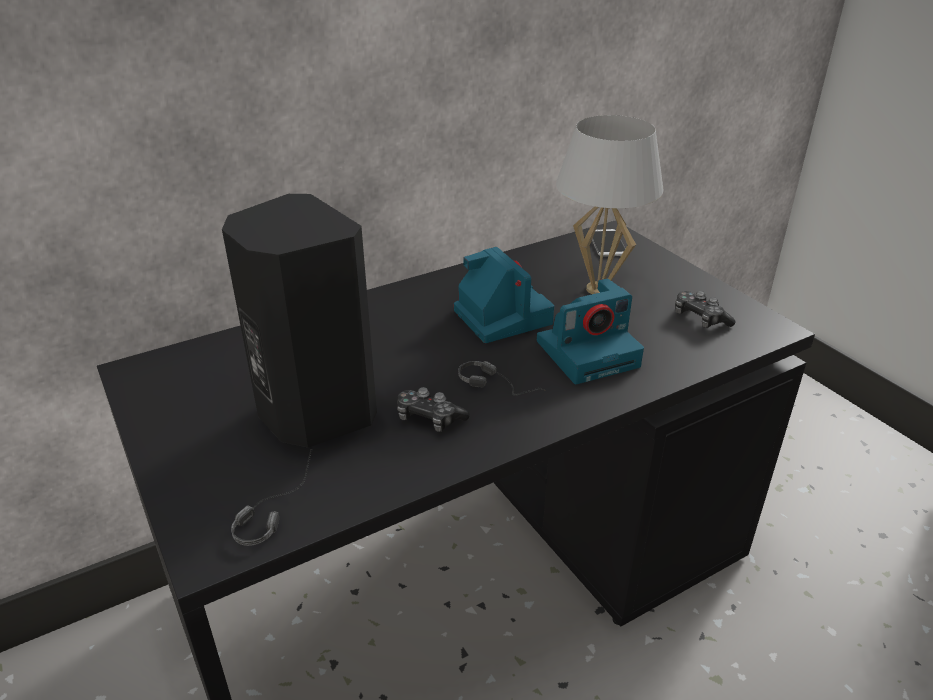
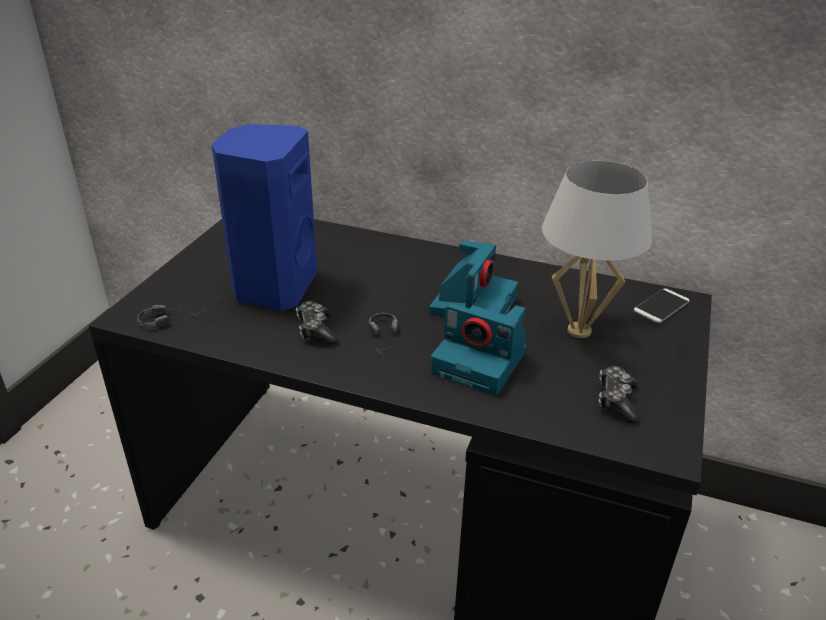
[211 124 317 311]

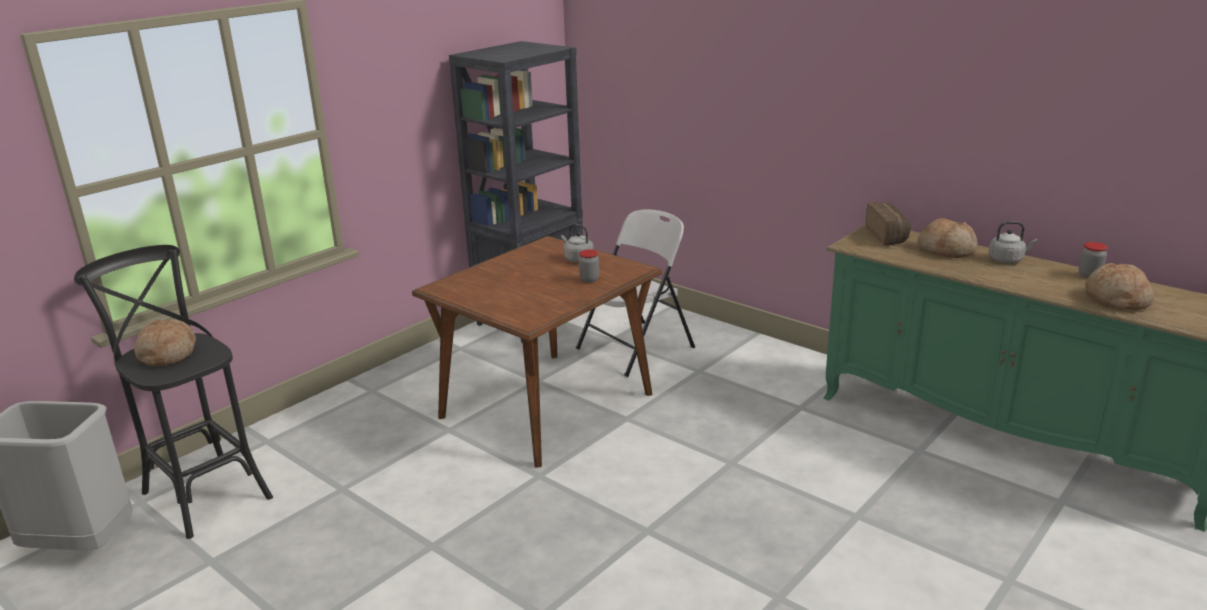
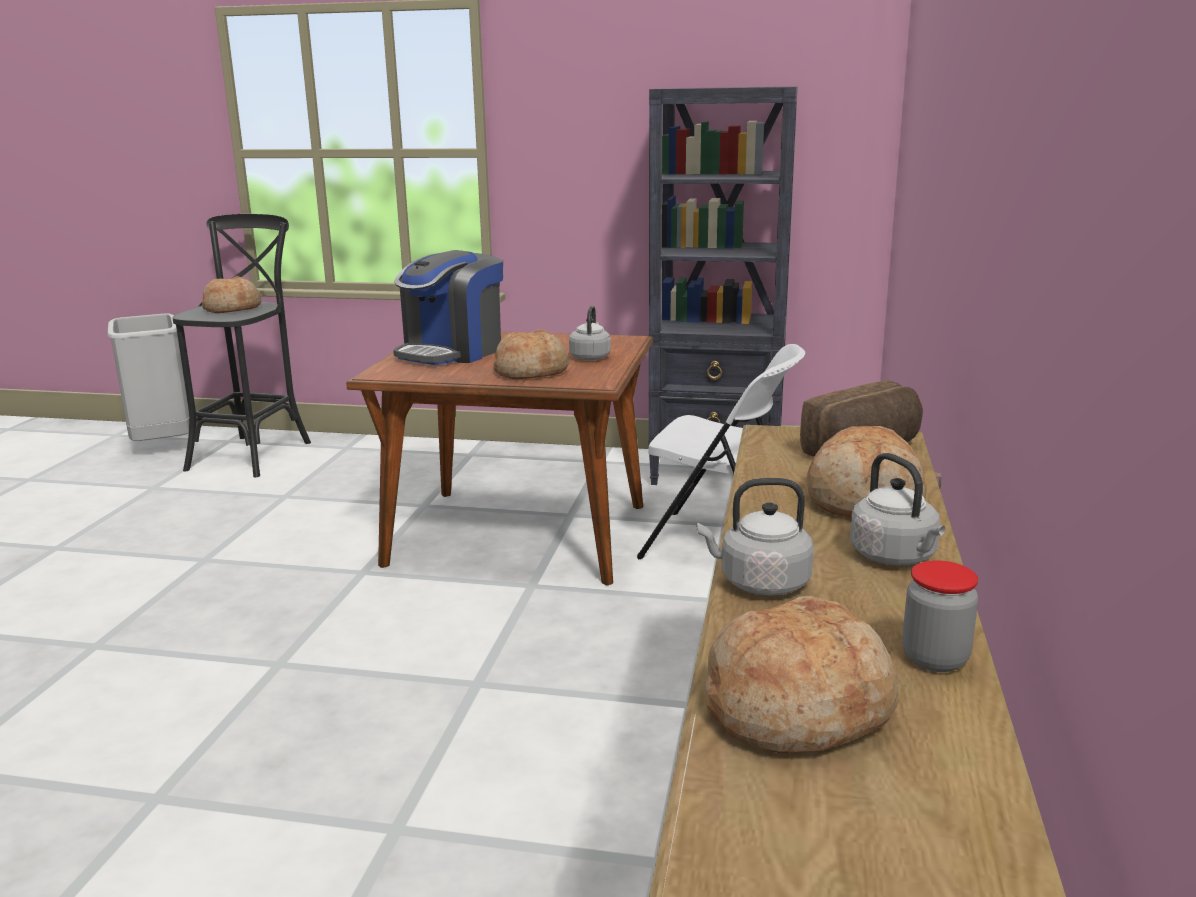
[494 329 569 379]
[393 250 503 365]
[696 478 814 596]

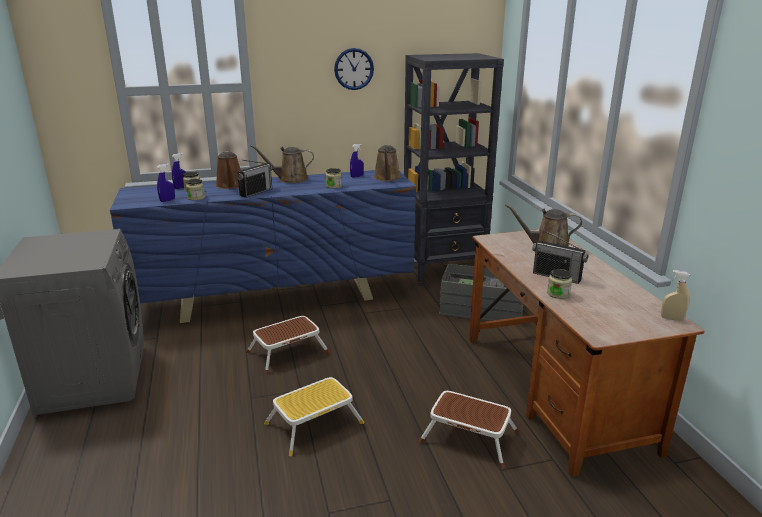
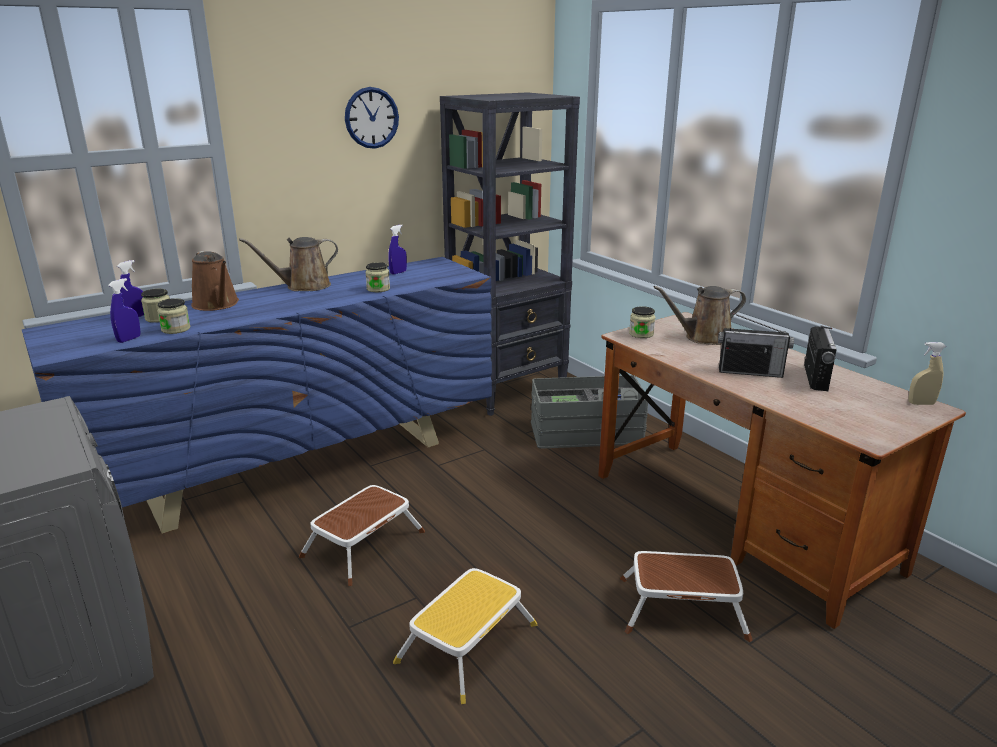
[804 326 837 391]
[374 145 401 181] (first image)
[629 306 655 338]

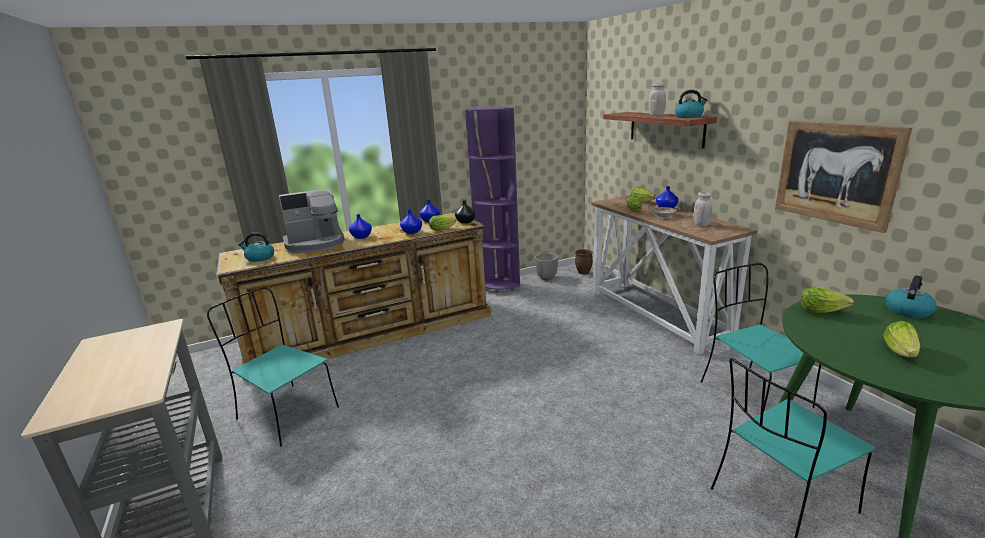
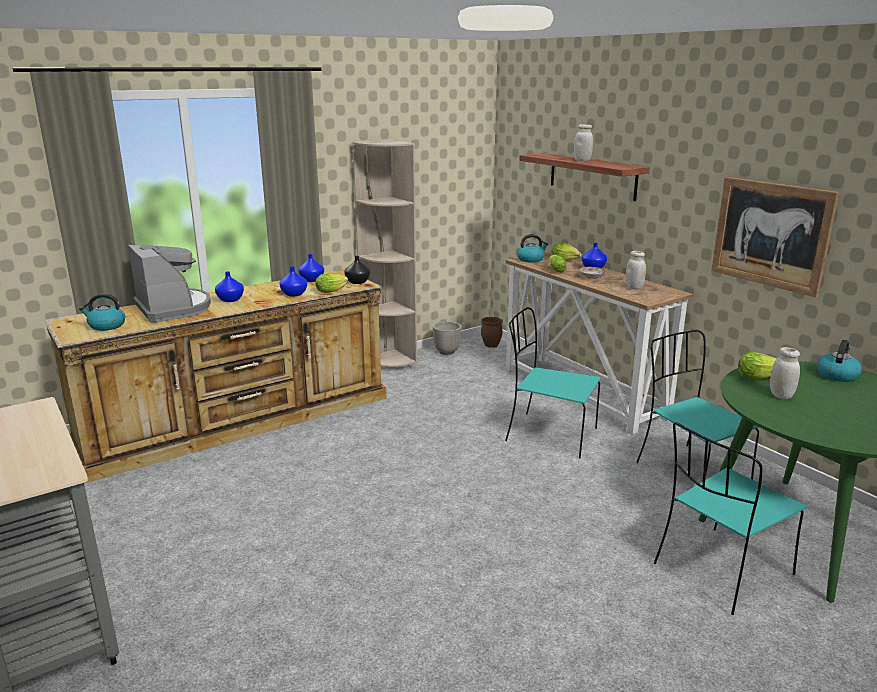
[505 307 601 459]
[128 245 211 323]
[353 140 417 370]
[517 234 548 263]
[883 321 920 357] (first image)
[770 347 800 399]

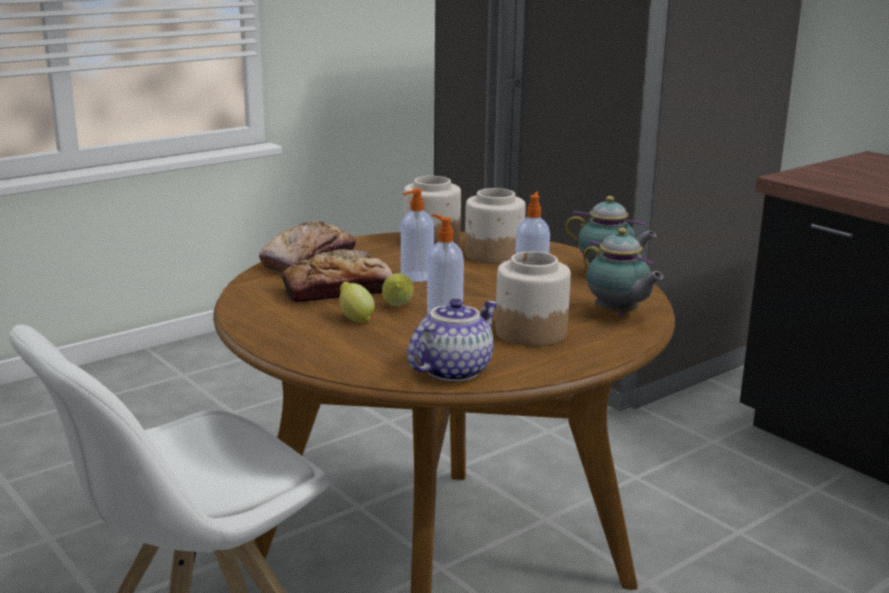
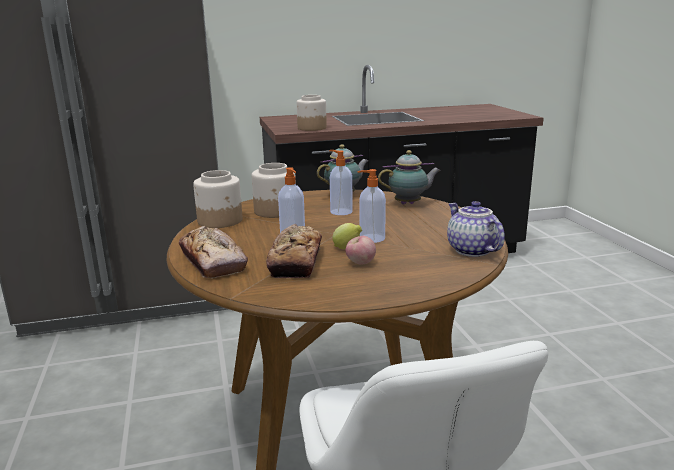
[345 236 376 265]
[297 95 327 131]

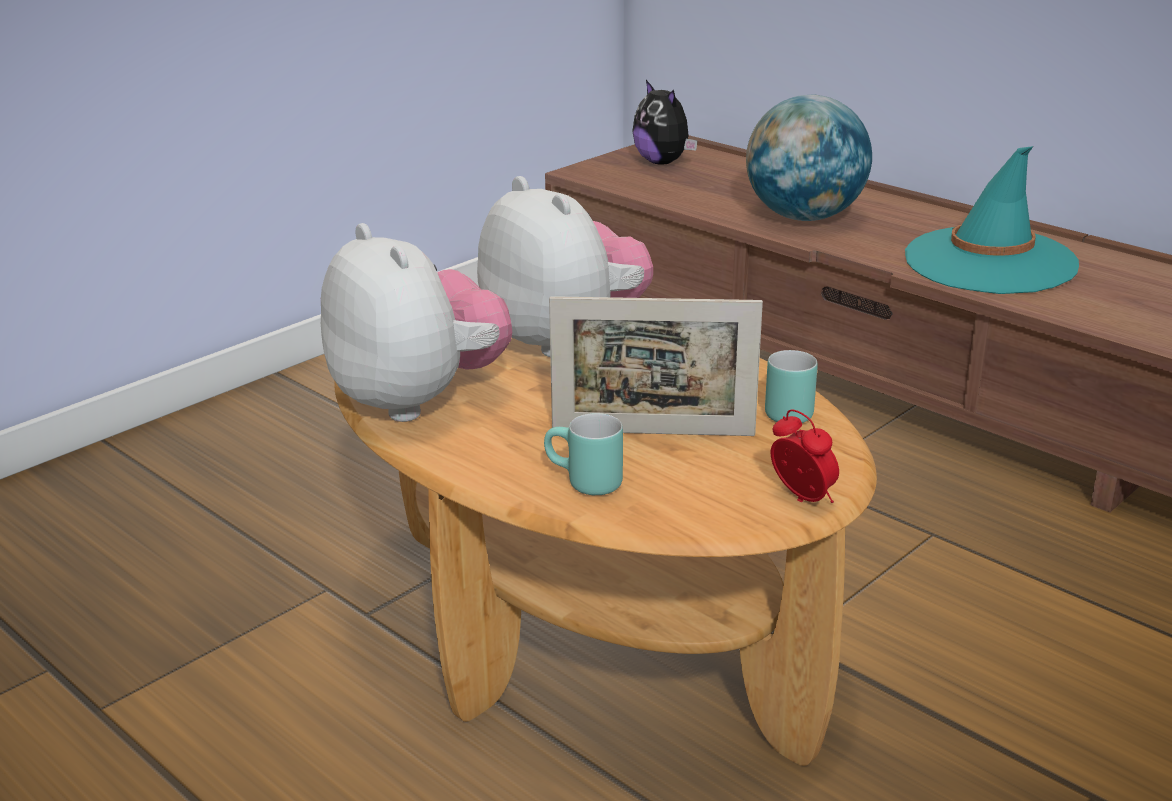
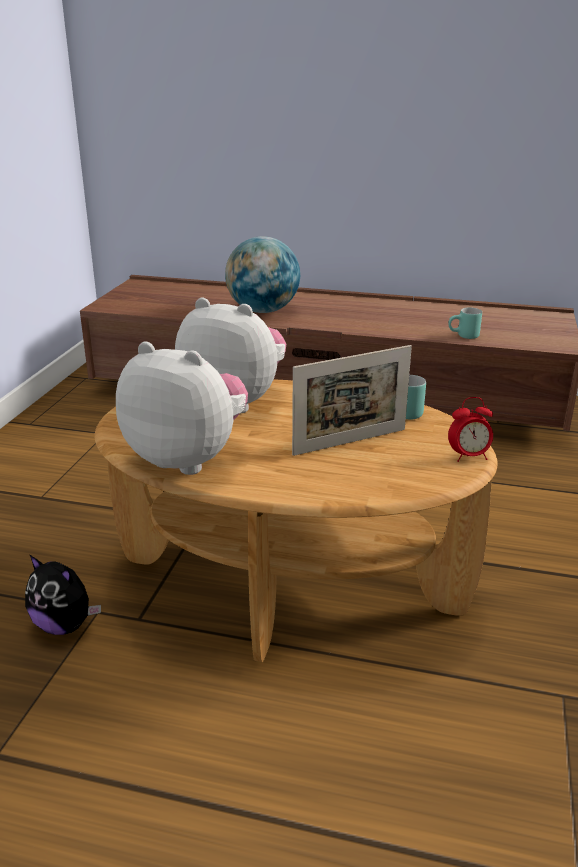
[448 308 482 339]
[25 555 101 635]
[448 397 493 462]
[905 146 1079 294] (first image)

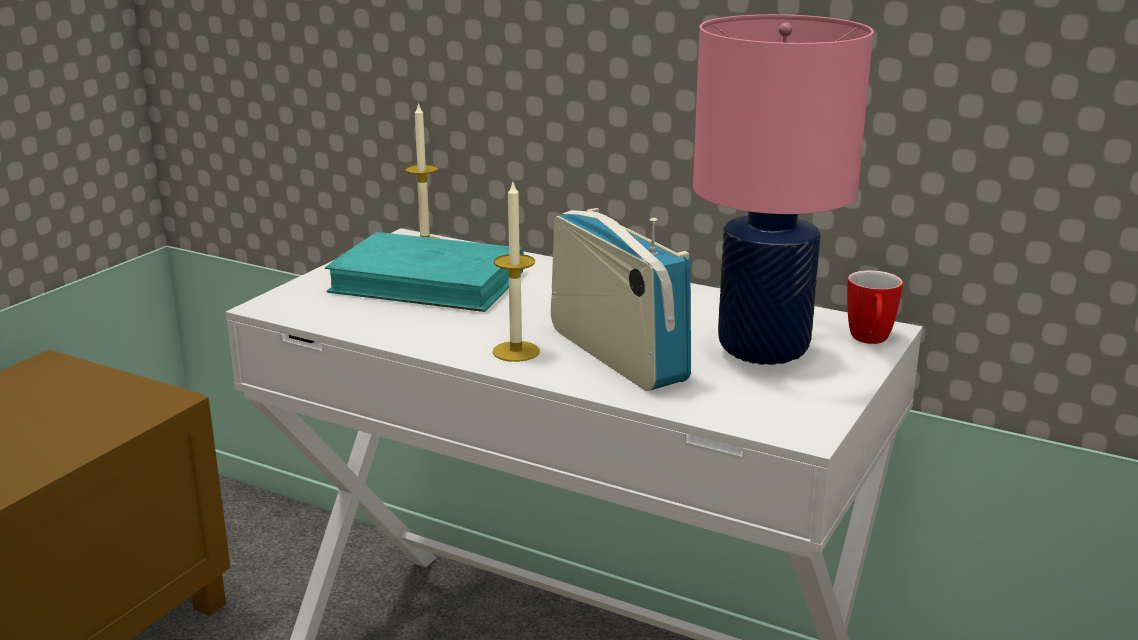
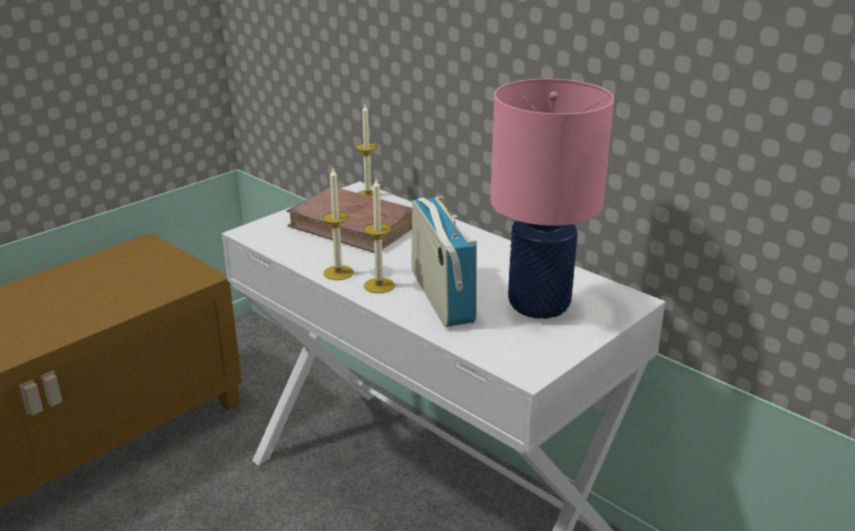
[286 187 412 253]
[847 270 903 344] (first image)
[322 169 354 280]

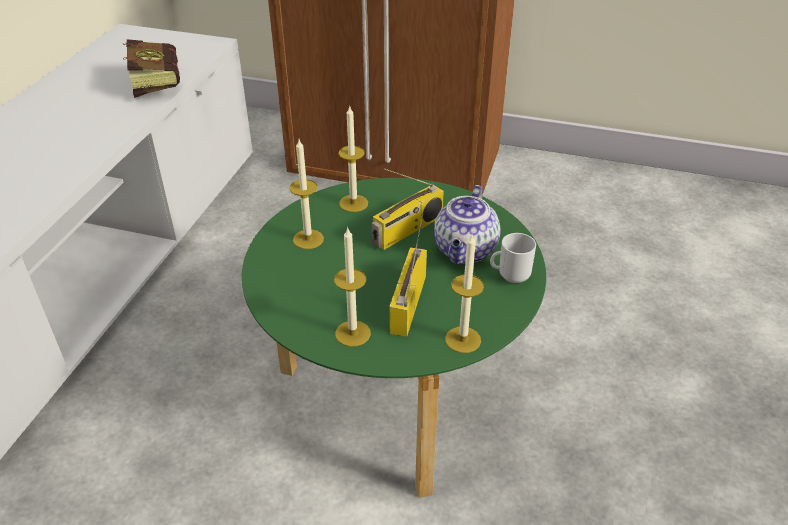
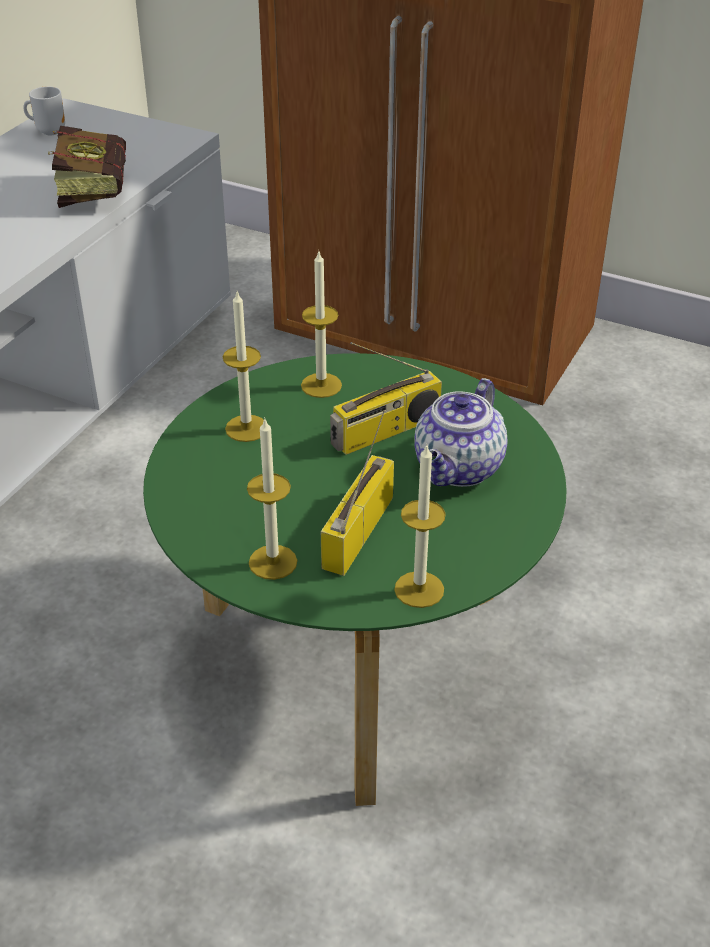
[23 86 65 135]

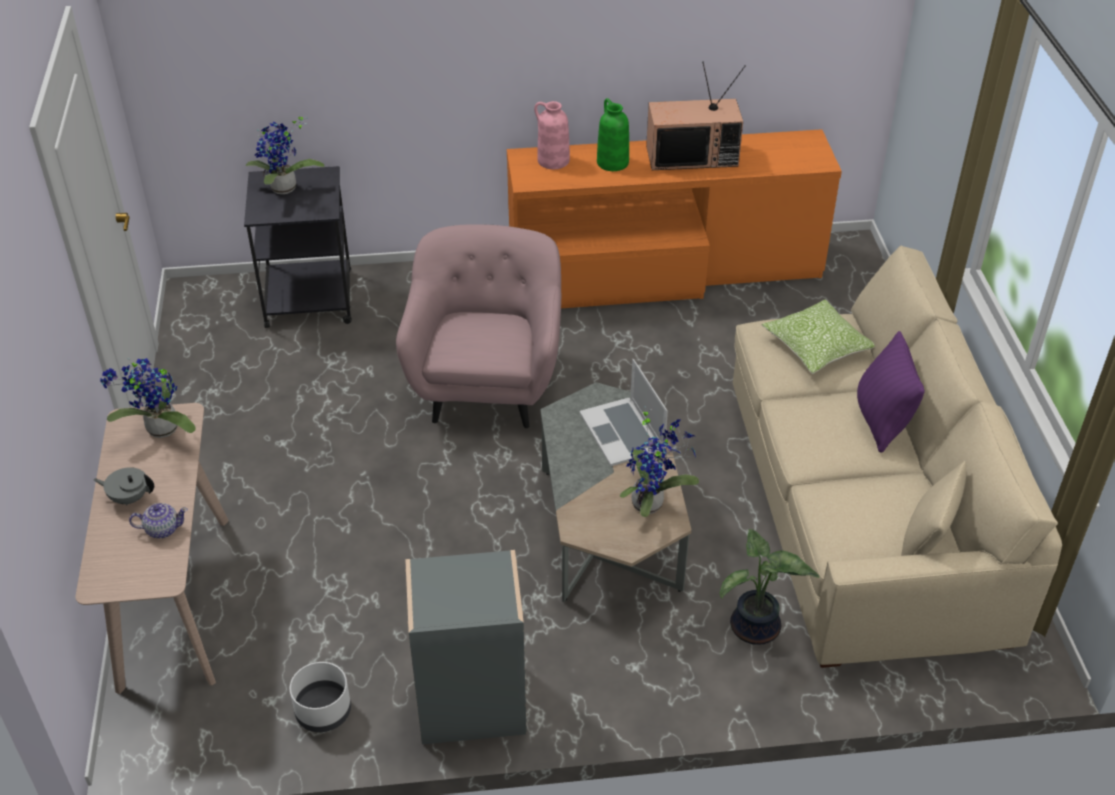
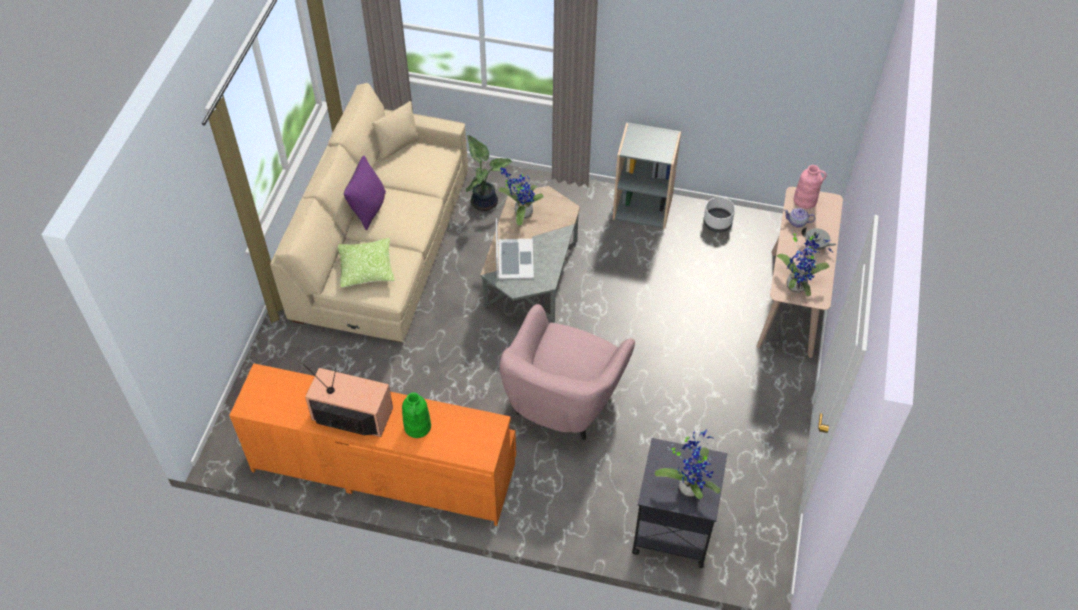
[794 165 826 209]

